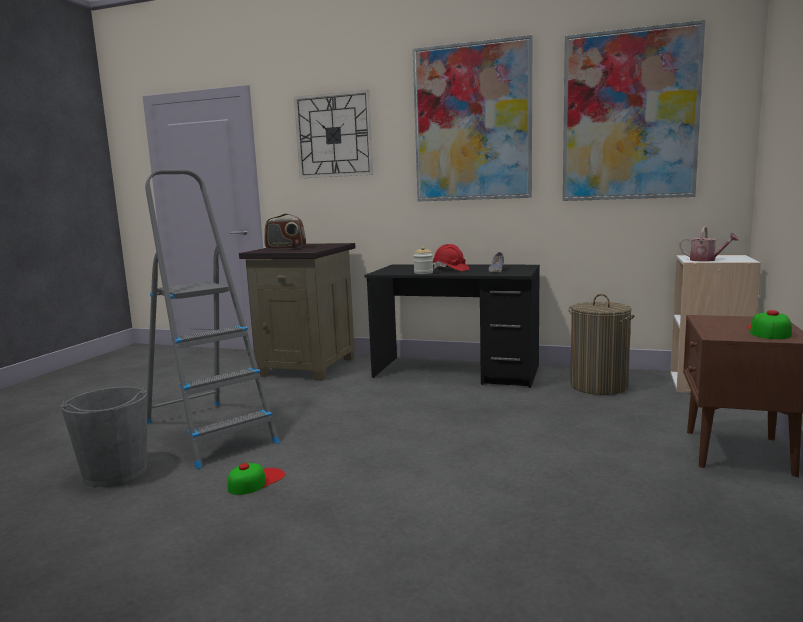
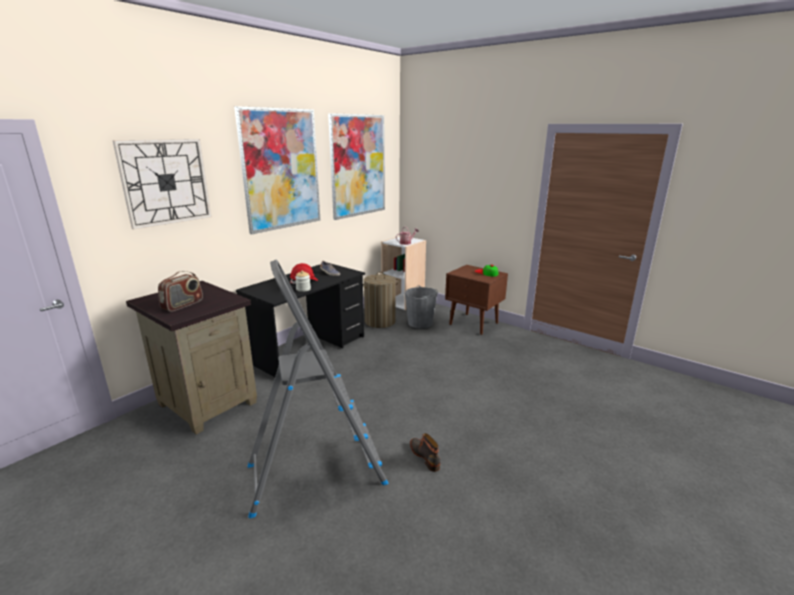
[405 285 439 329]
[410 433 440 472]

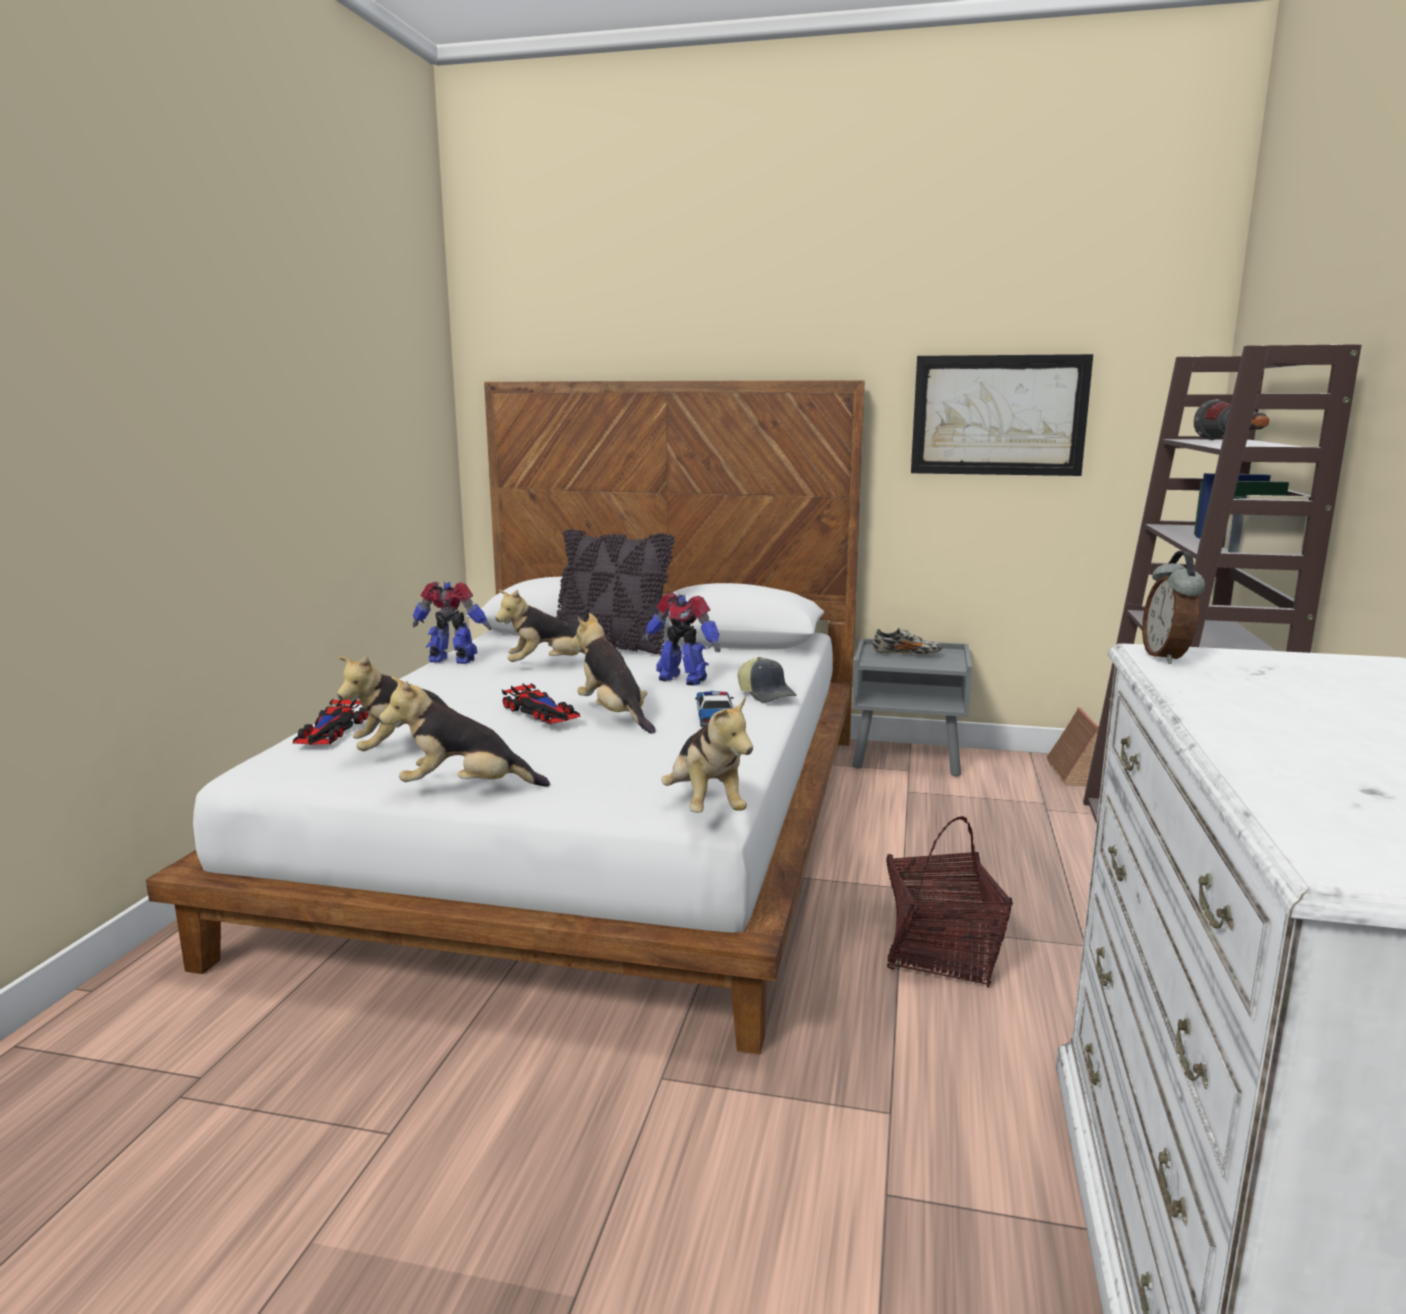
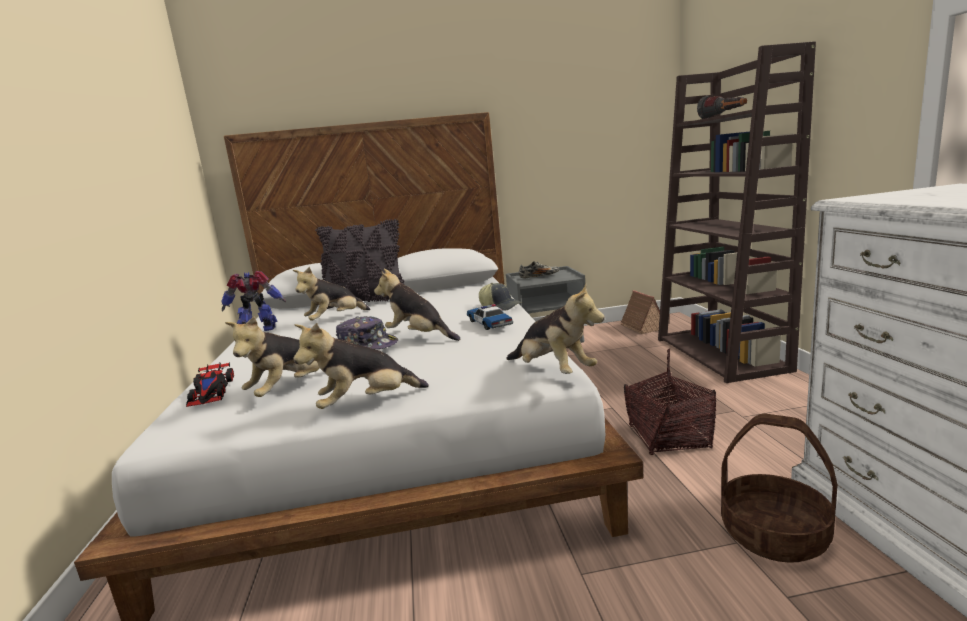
[336 316 398 349]
[642 593 720 686] (first image)
[911 354 1093 476] (first image)
[1142 551 1205 664] (first image)
[721 414 838 563]

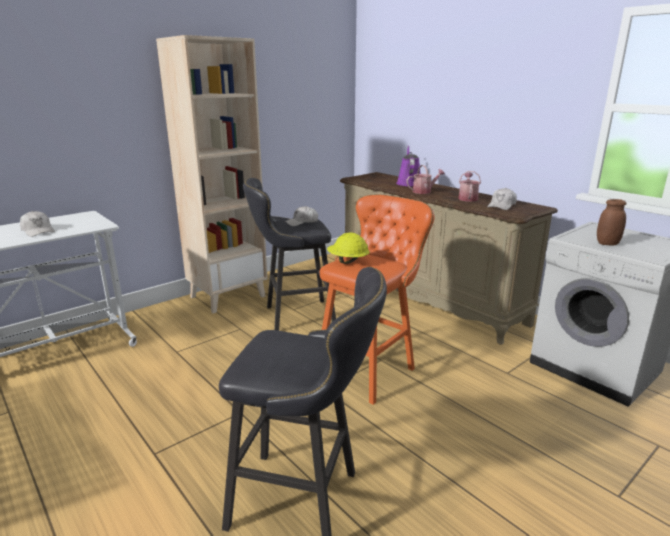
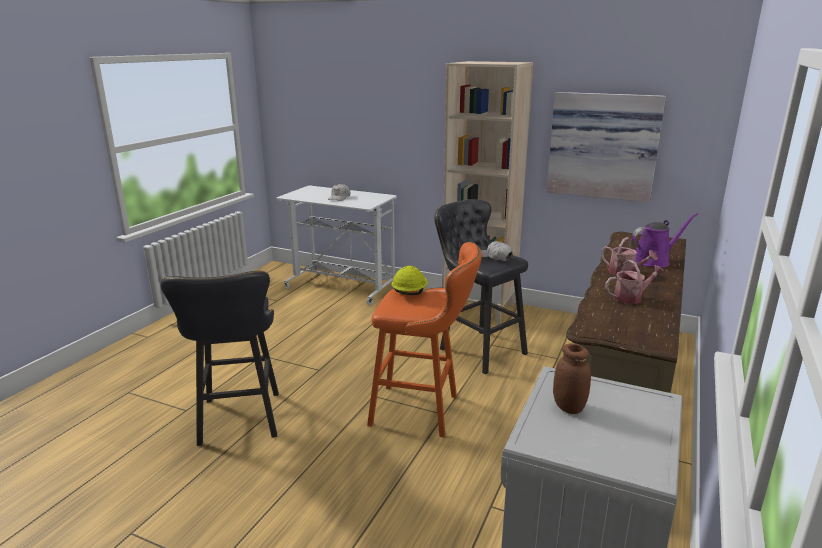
[487 188 517 210] (first image)
[546 92 666 202]

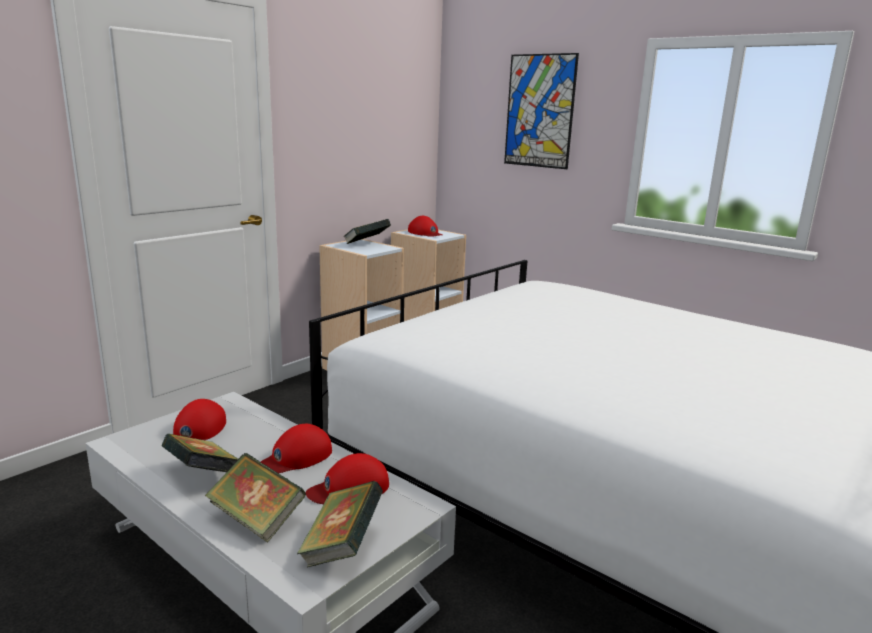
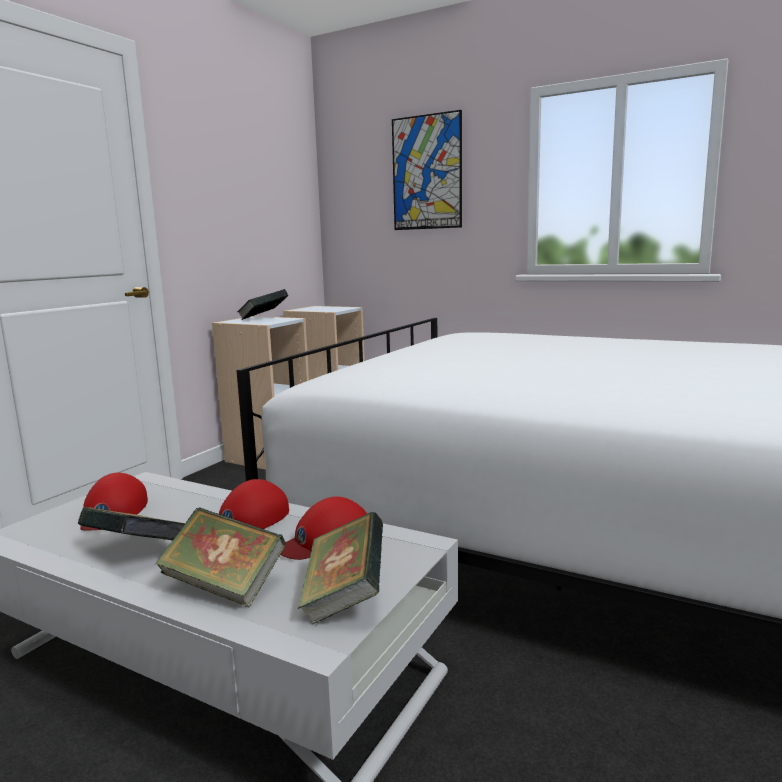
[408 216 442 237] (first image)

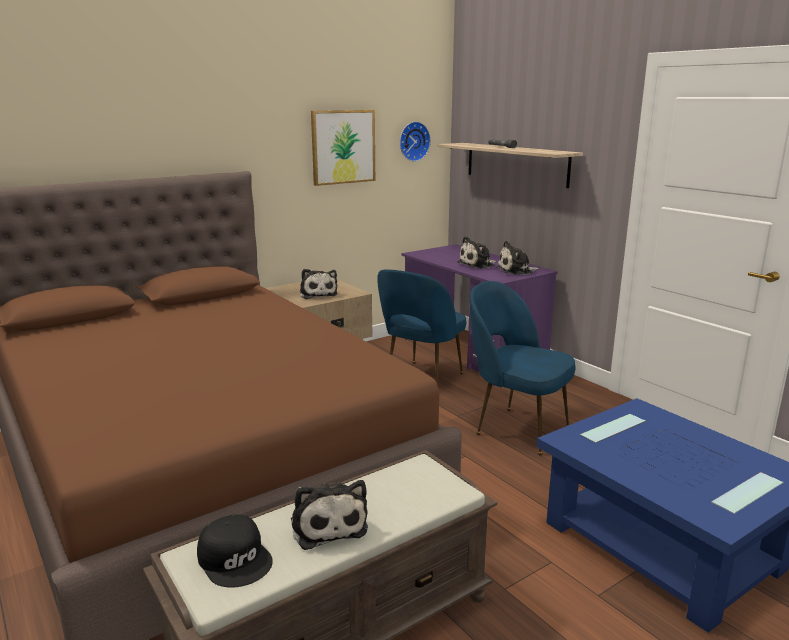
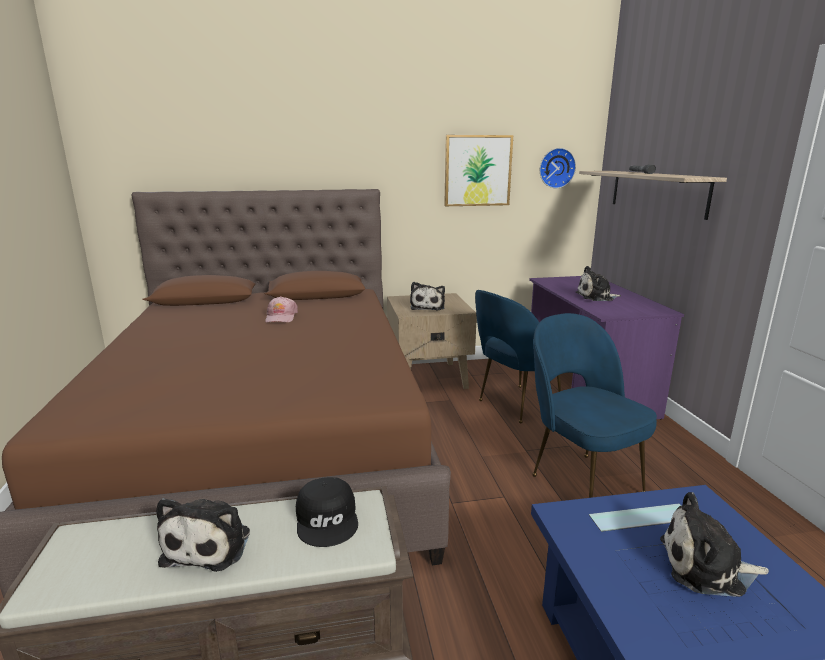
[296 477 358 547]
[660 492 769 597]
[265 296 298 323]

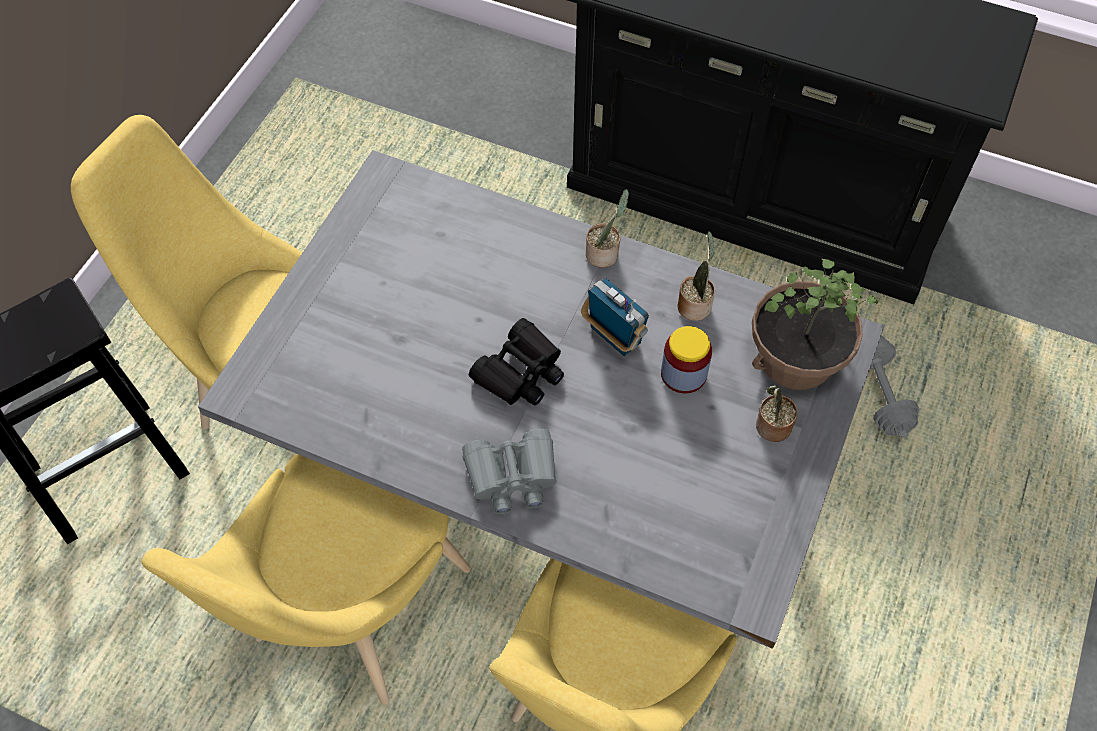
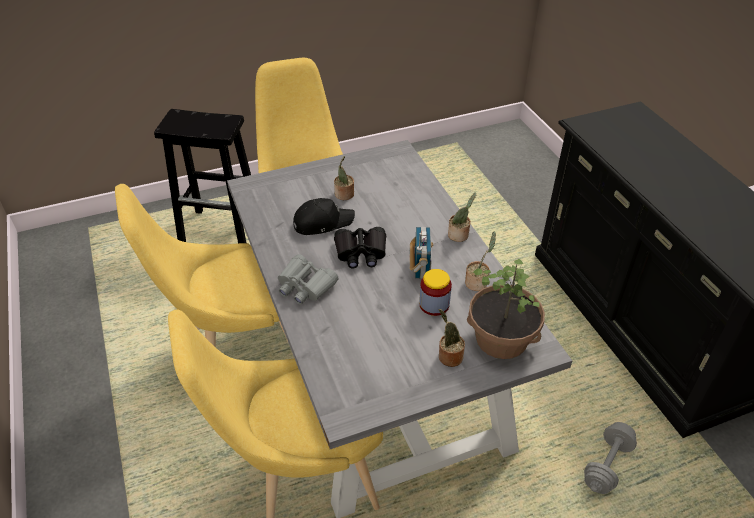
[293 198 355 235]
[334 156 354 200]

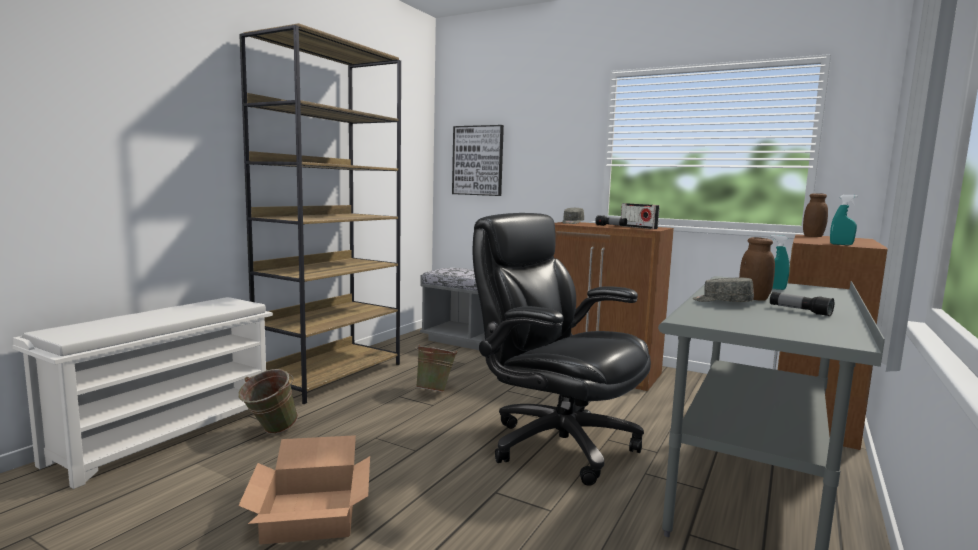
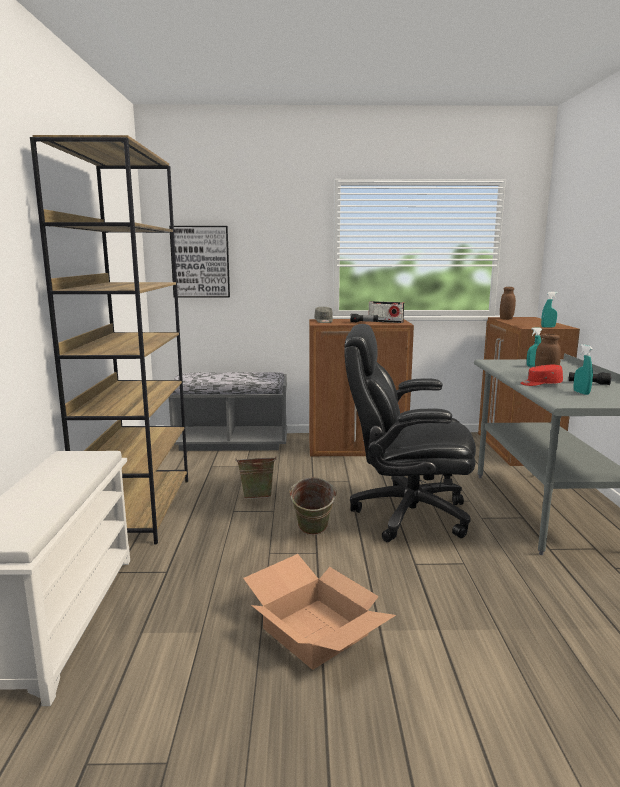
[289 477 337 535]
[520 365 563 386]
[574 344 593 395]

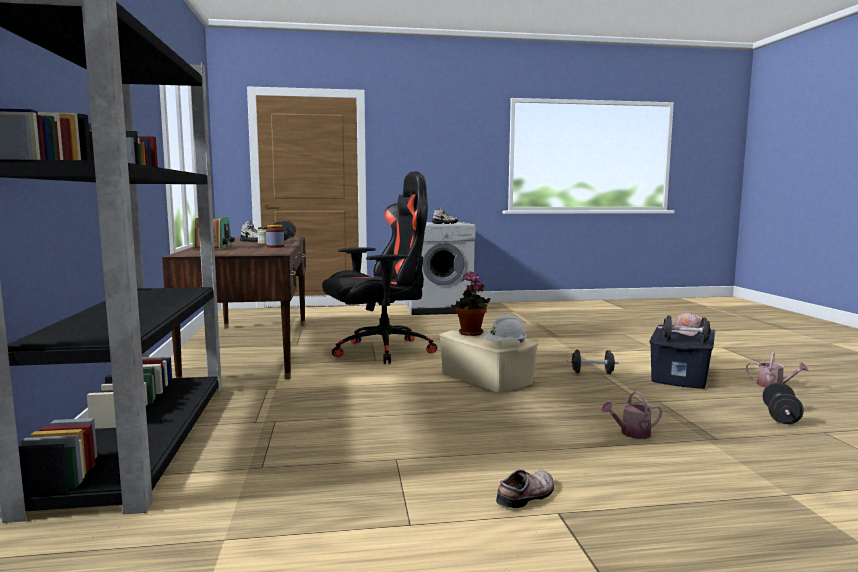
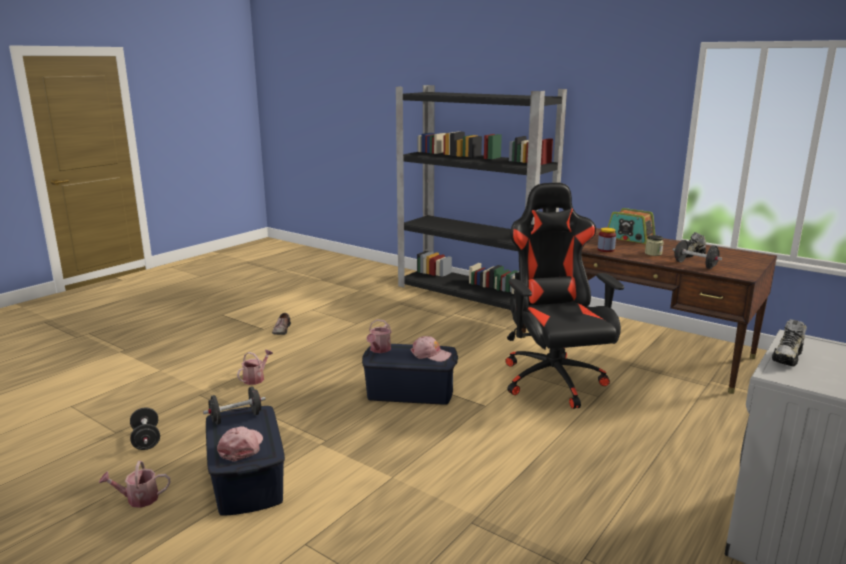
[505 183 624 409]
[362 344 458 405]
[411 336 452 362]
[366 319 392 353]
[567 350 619 374] (first image)

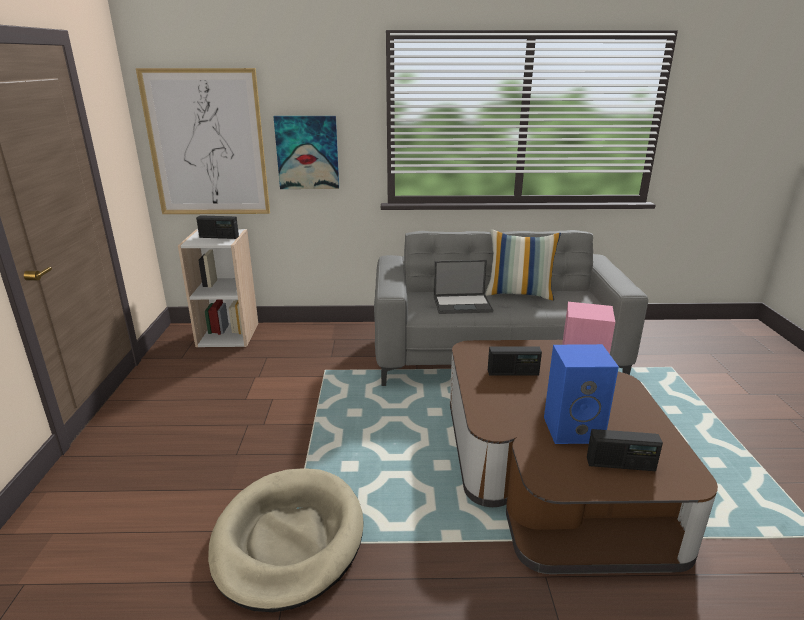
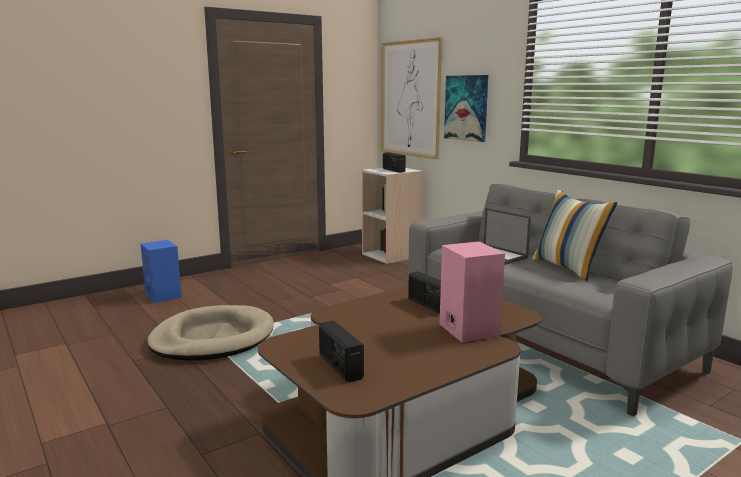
[141 240 182 303]

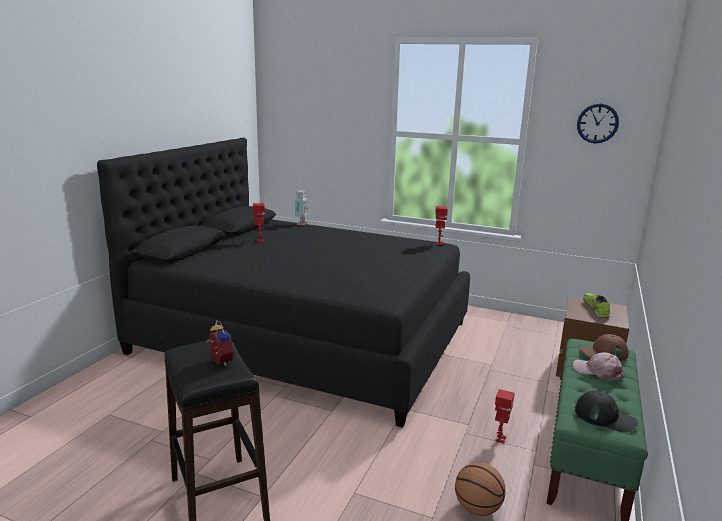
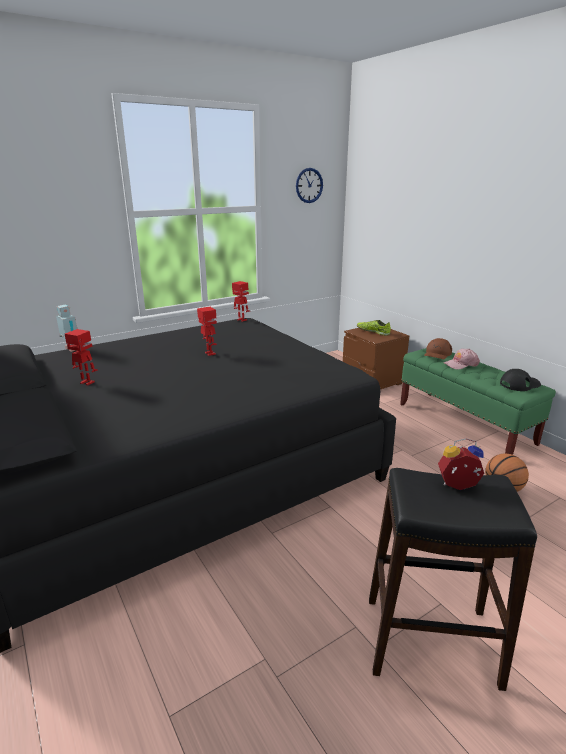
[197 307 217 356]

